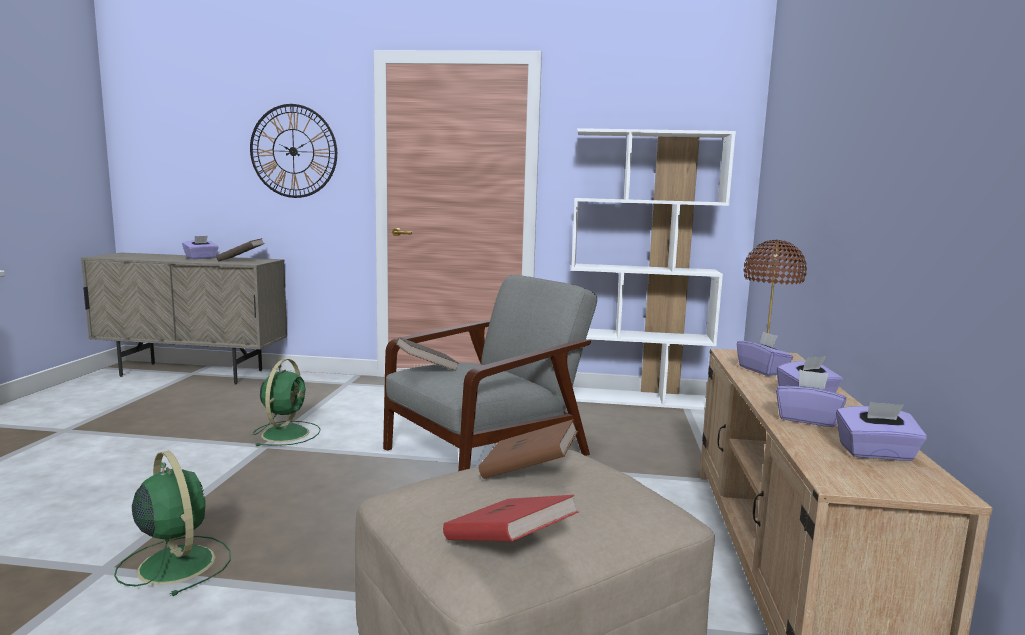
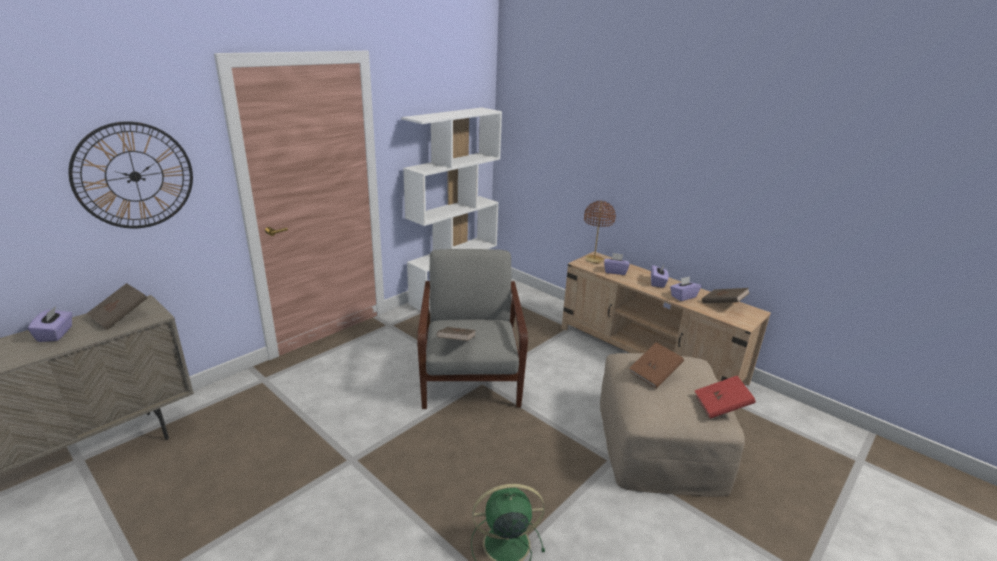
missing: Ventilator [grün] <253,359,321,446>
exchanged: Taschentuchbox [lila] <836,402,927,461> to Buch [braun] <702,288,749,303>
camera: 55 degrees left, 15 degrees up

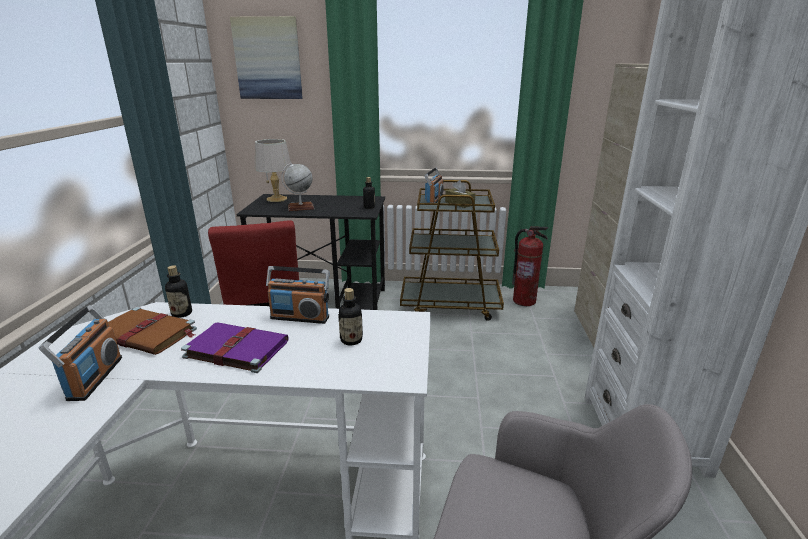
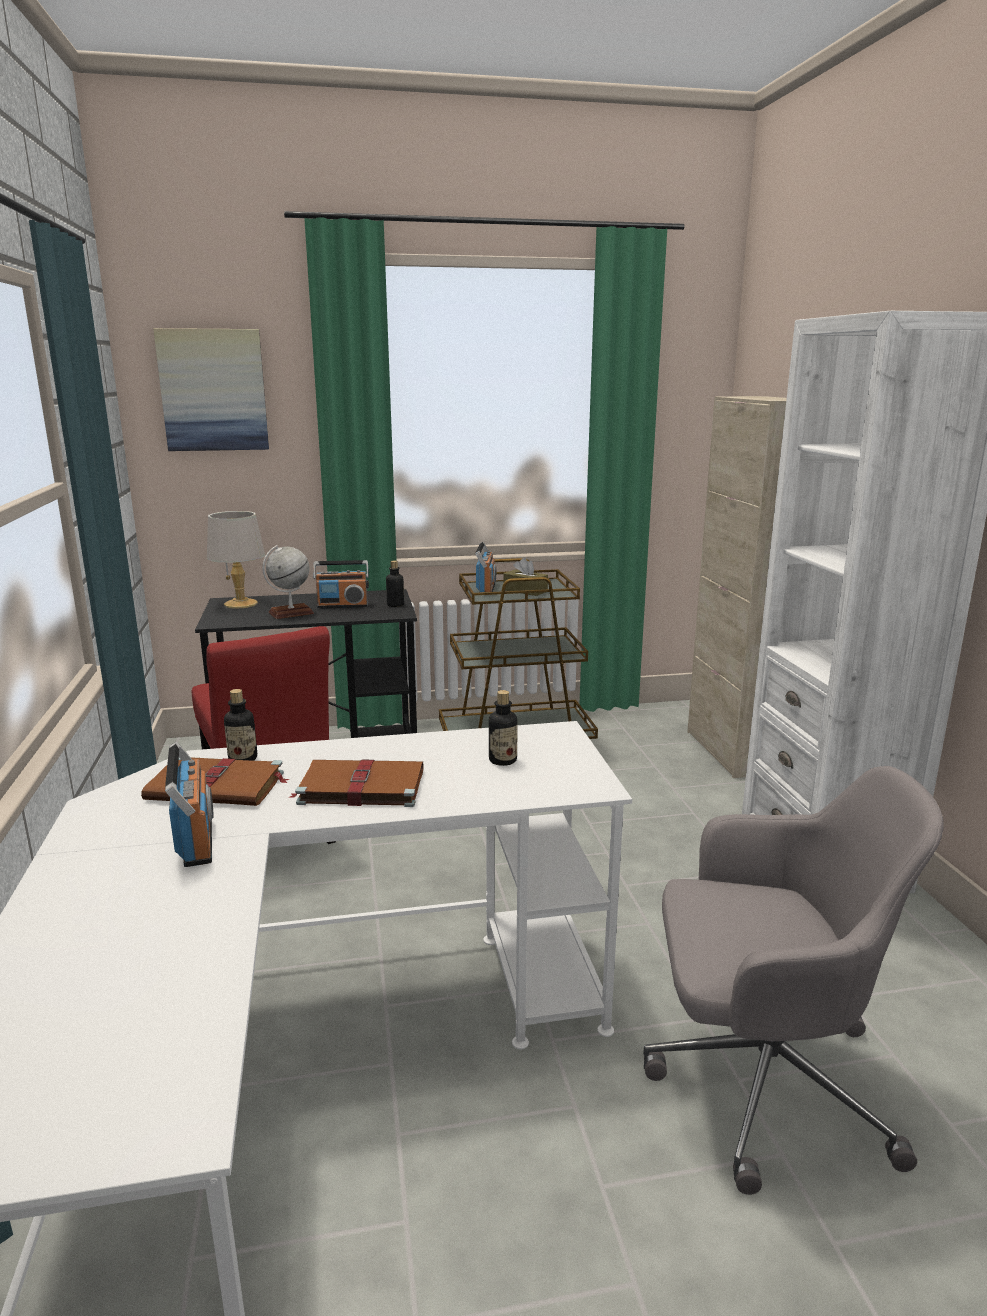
missing: Feuerlöscher <512,226,548,306>
relocated: Radio <266,266,329,324> to <313,560,369,609>
colour: Buch [lila] <181,322,289,373> to Buch [braun] <288,760,423,807>
camera: 15 degrees left, 5 degrees down

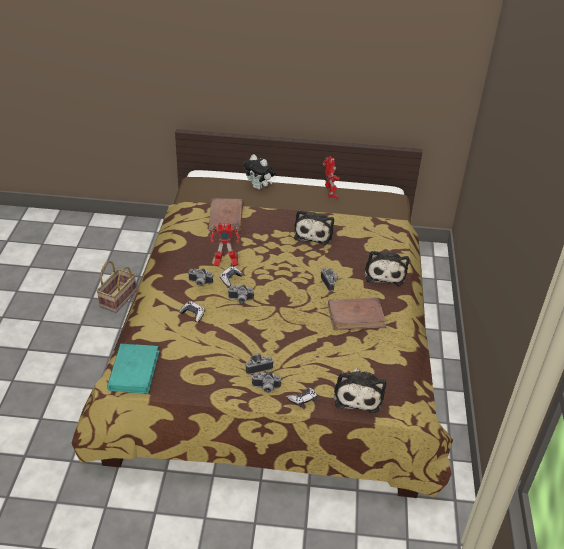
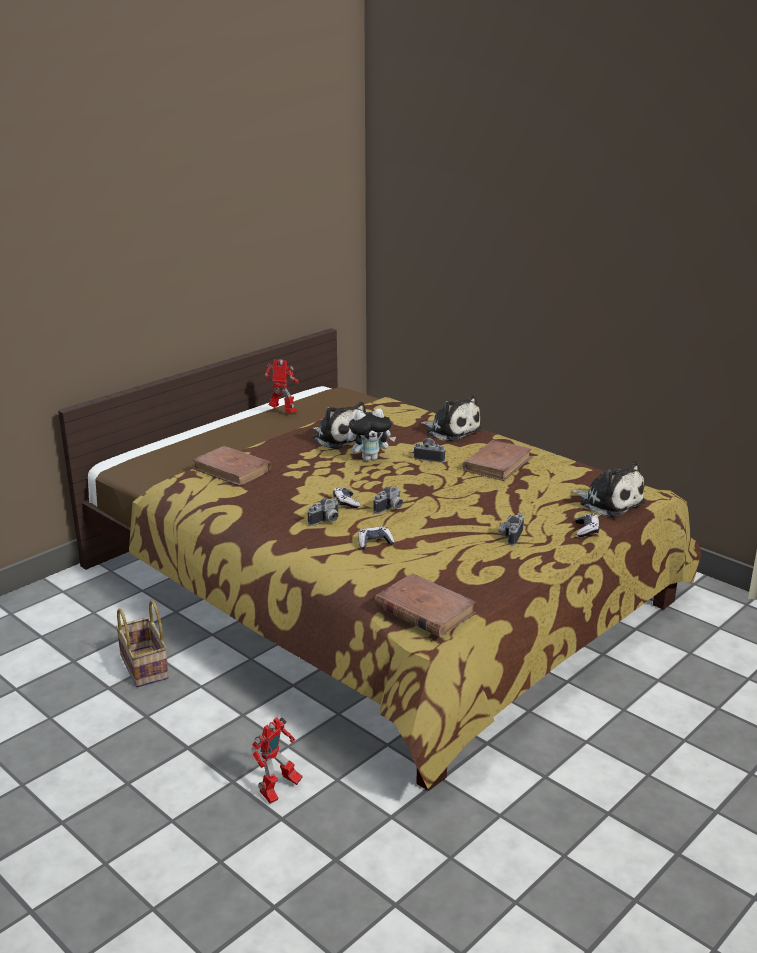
missing: Kamera <252,372,281,393>
relocated: Spielzeugroboter <210,223,240,267> to <251,717,302,804>; Plüschtier <243,154,275,190> to <348,409,396,461>
colour: Buch [türkis] <107,344,160,394> to Buch [braun] <374,573,476,637>
camera: 50 degrees left, 15 degrees down

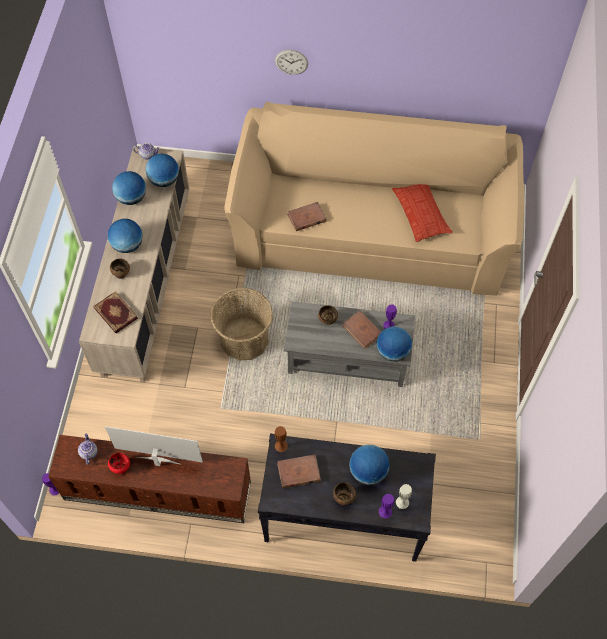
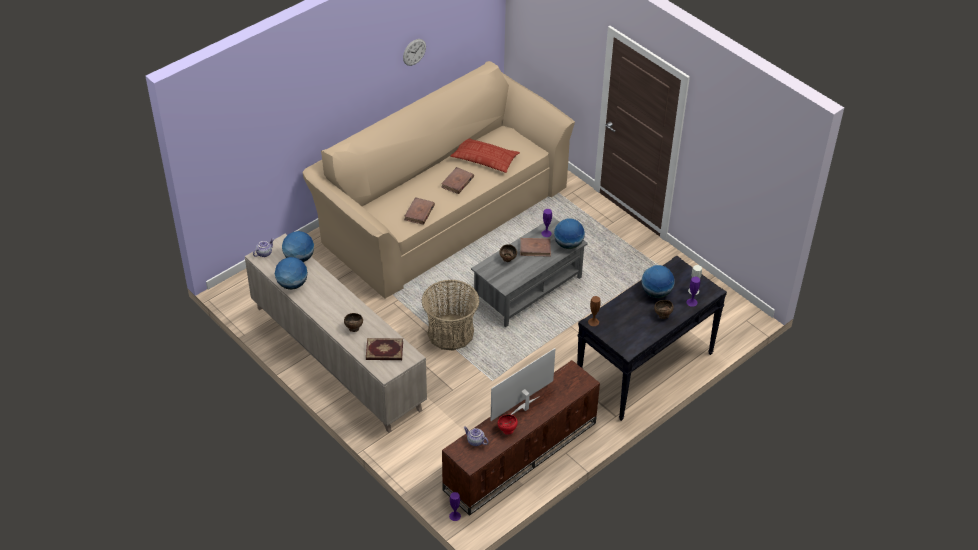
missing: Globus <108,219,143,253>
relocated: Wanduhr <275,50,308,75> to <403,39,426,66>; Buch [braun] <277,454,321,488> to <441,167,474,194>
camera: 50 degrees left, 15 degrees down

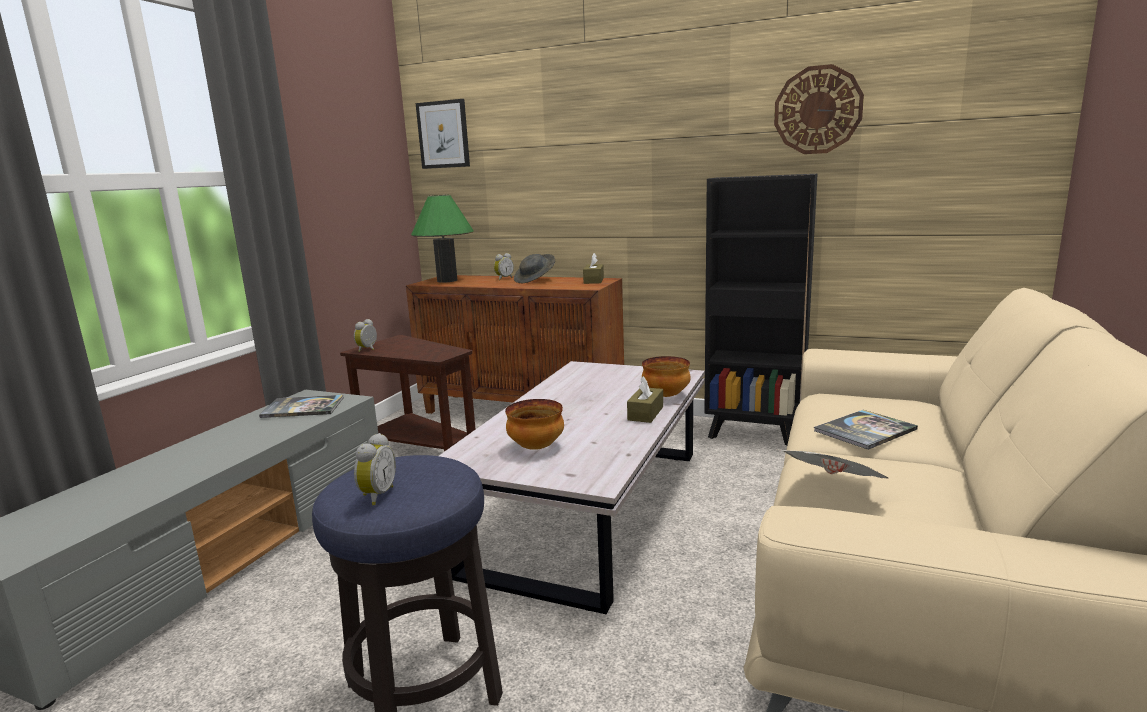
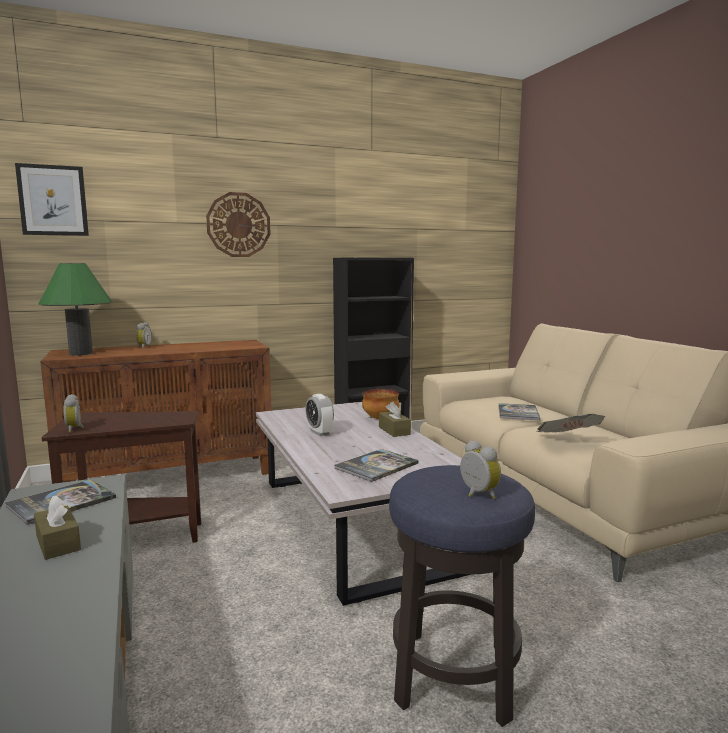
missing: Hut [grau] <514,254,555,283>
appeared: Wecker <305,394,334,436>
relocated: Taschentuchbox [braun] <583,253,604,284> to <34,495,81,560>; Wanduhr <774,64,864,154> to <206,192,270,257>
exchanged: Schüssel <505,399,564,450> to Buch <334,449,419,482>
camera: 45 degrees left, 5 degrees down

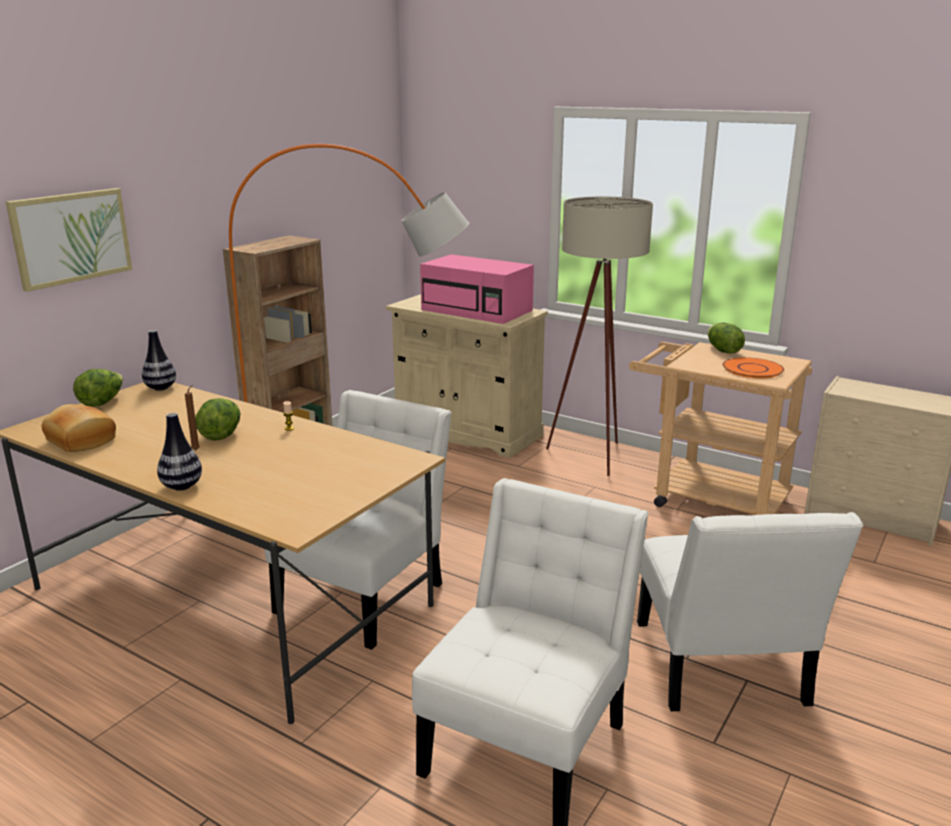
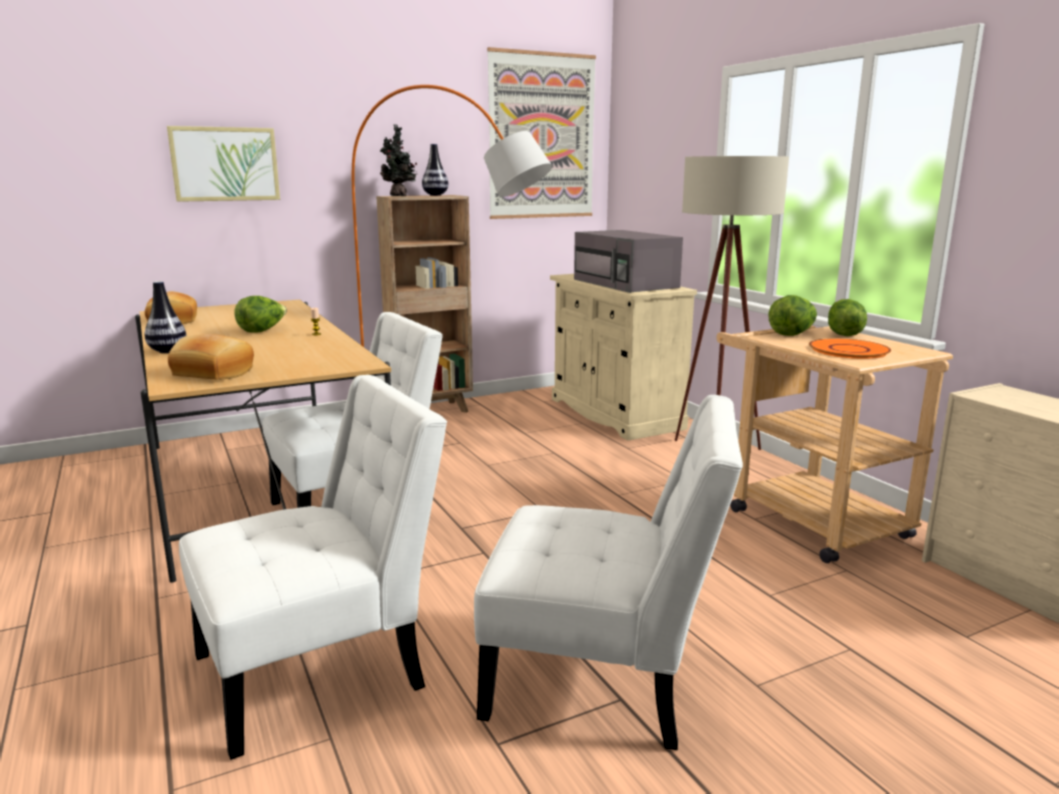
missing: Kerze [braun] <185,385,200,450>
appeared: Brot <168,334,254,380>; Topfpflanze <380,124,417,196>; Bild <487,47,596,219>
relocated: Vase <142,330,176,391> to <422,144,448,196>; Salatkopf <73,369,123,407> to <768,295,817,336>
colour: Mikrowelle [rosa] <420,254,534,324> to Mikrowelle [grau] <574,230,683,293>
spun: Stuhl [weiß] <637,512,863,711> = <474,395,743,750> 105 degrees counterclockwise
camera: 30 degrees right, 5 degrees down

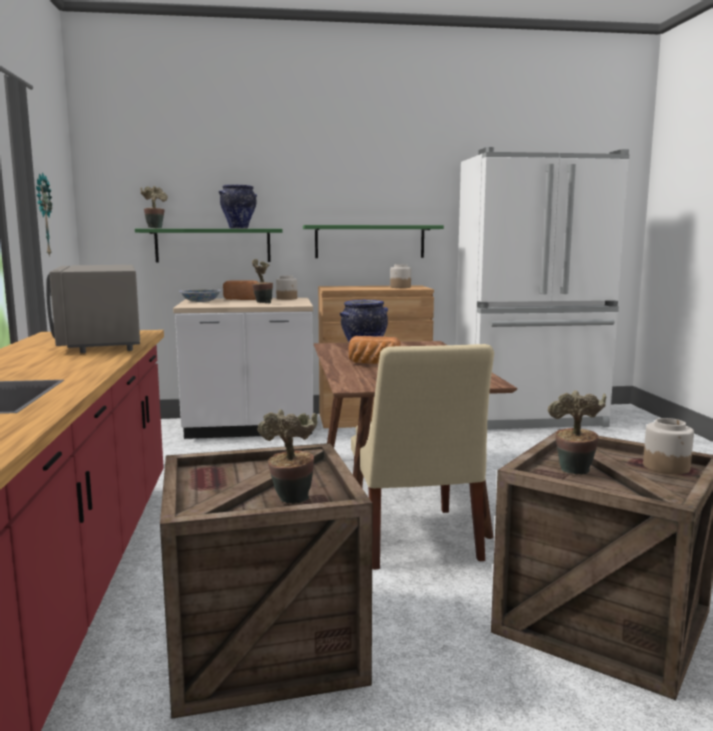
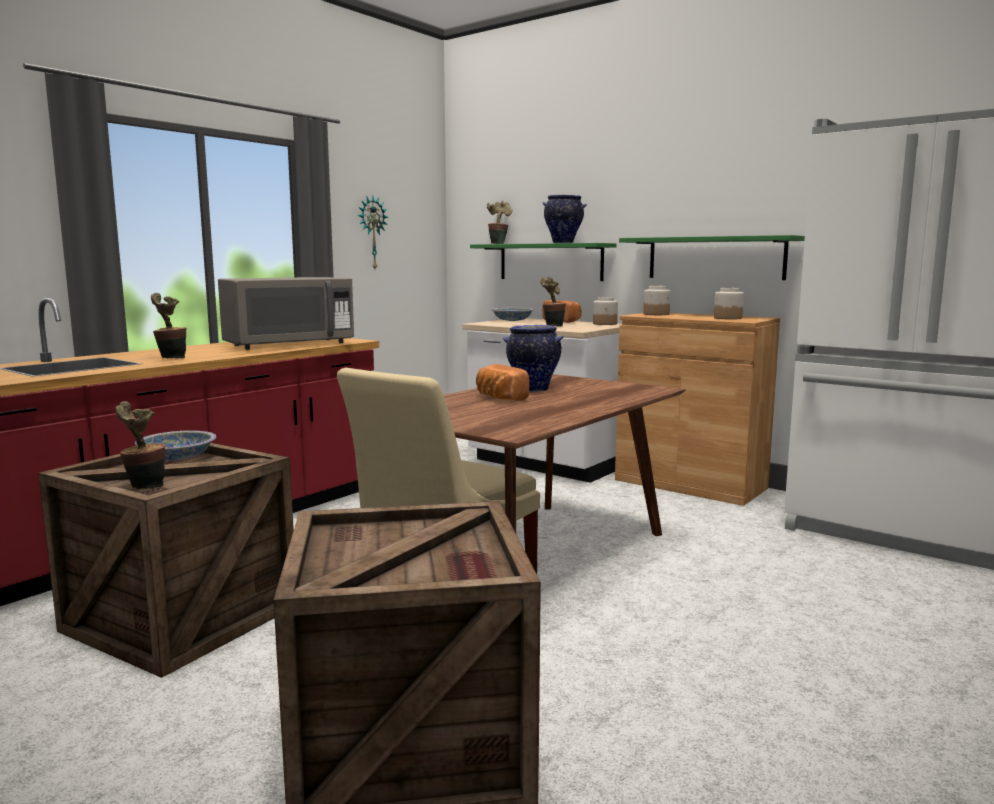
appeared: Schüssel <135,431,216,461>
relocated: Topfpflanze <548,390,607,474> to <151,293,186,359>; Vorratsglas <643,418,694,474> to <643,286,671,315>
spun: Mikrowelle [grau] <46,265,140,353> = <218,277,354,350> 150 degrees counterclockwise
camera: 45 degrees right, 0 degrees up

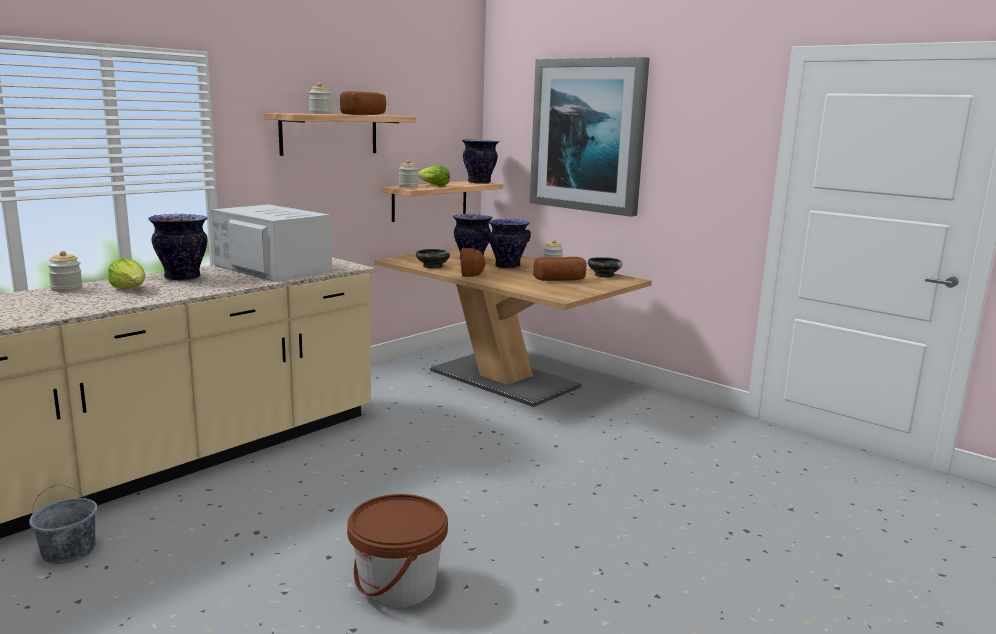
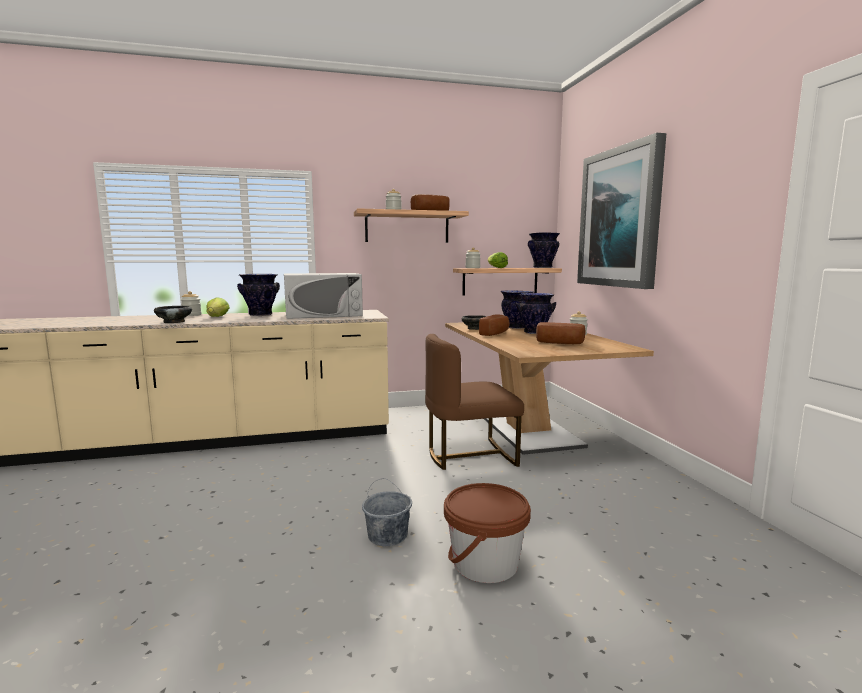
appeared: Stuhl [braun] <425,334,524,470>
relocated: Schüssel [schwarz] <588,257,623,277> to <154,306,192,323>; Eimer [grau] <29,485,98,564> to <362,478,412,546>; Eimer [braun] <347,494,448,608> to <444,483,531,583>
spun: Mikrowelle [weiß] <211,204,332,282> = <284,273,363,319> 90 degrees clockwise
camera: 35 degrees right, 5 degrees down

